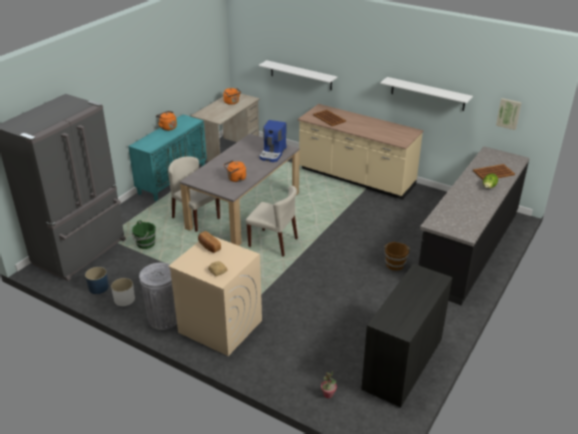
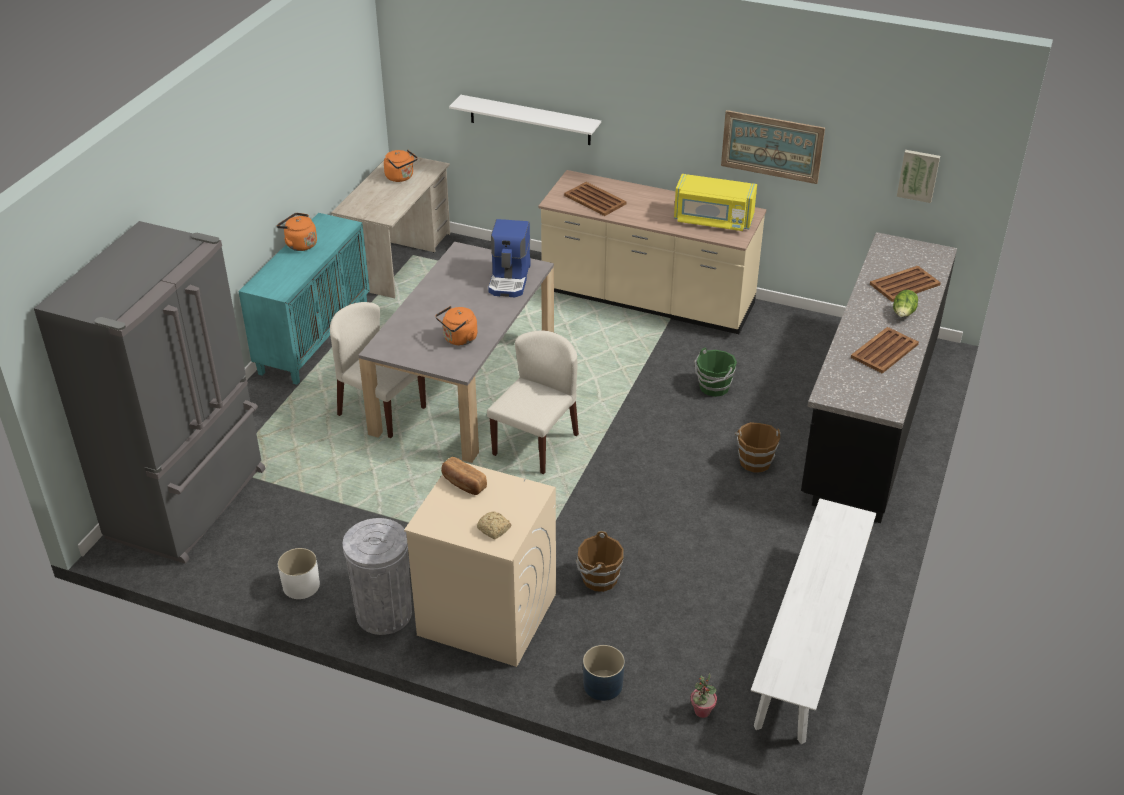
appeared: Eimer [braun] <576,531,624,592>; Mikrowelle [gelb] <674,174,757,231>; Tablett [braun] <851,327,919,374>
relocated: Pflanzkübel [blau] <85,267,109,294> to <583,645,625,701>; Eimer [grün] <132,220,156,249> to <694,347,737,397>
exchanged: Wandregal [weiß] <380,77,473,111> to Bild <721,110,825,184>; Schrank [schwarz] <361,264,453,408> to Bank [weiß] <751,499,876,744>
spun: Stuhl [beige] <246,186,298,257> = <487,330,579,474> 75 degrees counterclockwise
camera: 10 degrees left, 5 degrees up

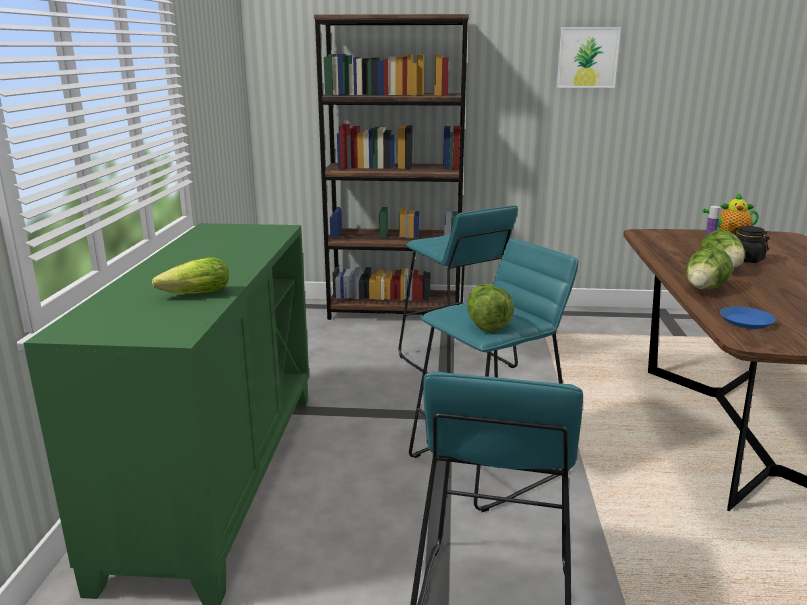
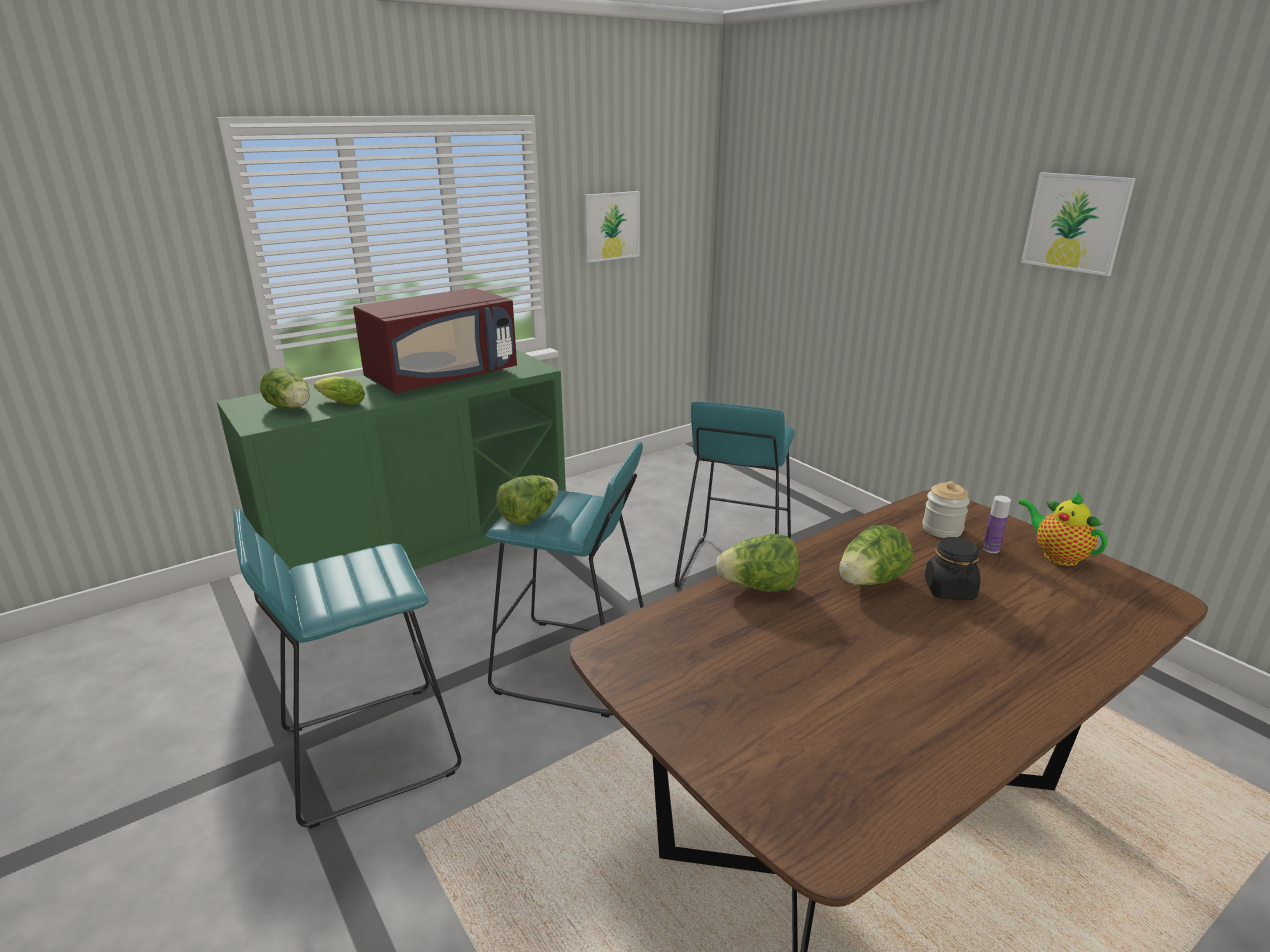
missing: Bücherregal [braun] <314,14,469,320>; Teller [blau] <720,307,776,329>
appeared: Salatkopf <260,367,310,408>; Mikrowelle [rot] <353,288,517,393>; Bild <584,191,640,263>; Vorratsglas <922,481,970,538>
camera: 50 degrees right, 5 degrees up

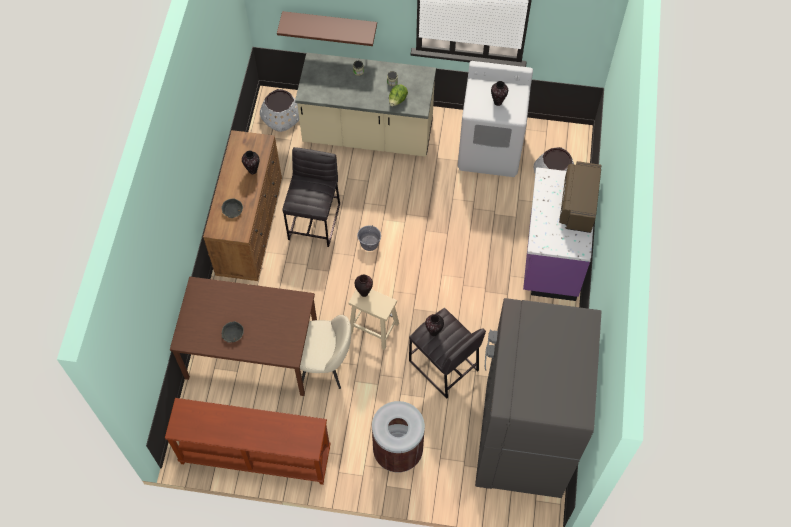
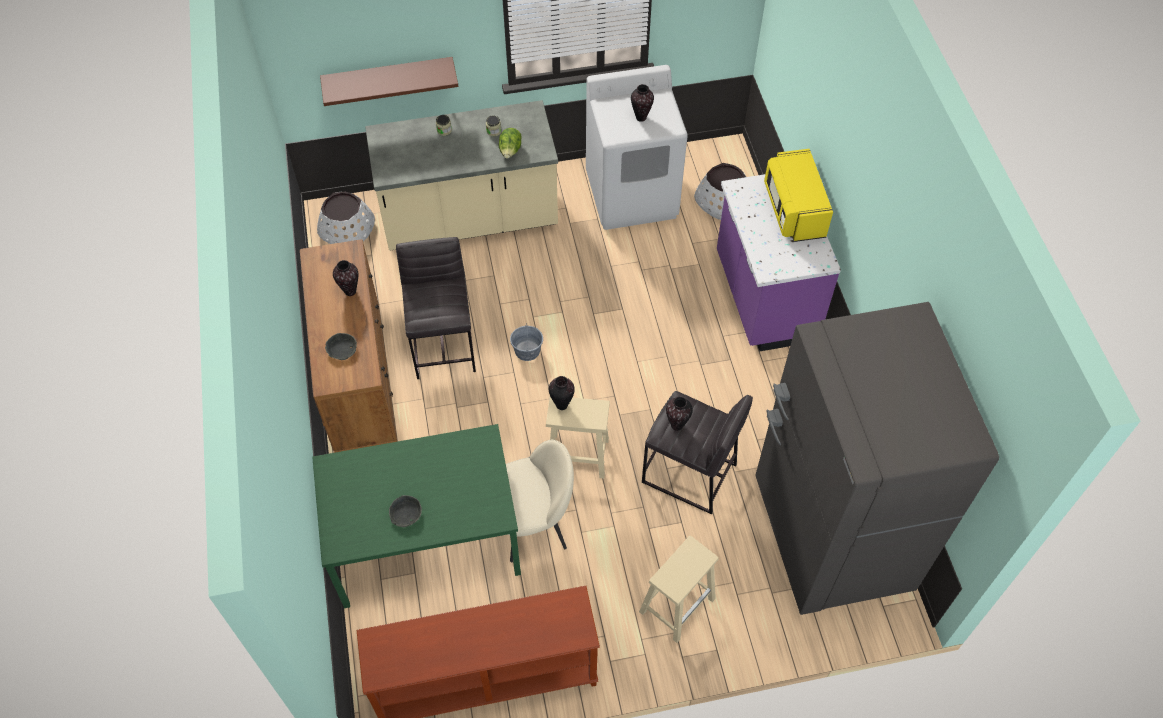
exchanged: Mülleimer [braun] <372,401,425,472> to Hocker [beige] <639,536,719,643>
colour: Esstisch [braun] <170,276,317,396> to Esstisch [grün] <312,424,521,608>; Mikrowelle [braun] <559,161,602,233> to Mikrowelle [gelb] <764,149,833,242>
camera: 20 degrees left, 5 degrees down

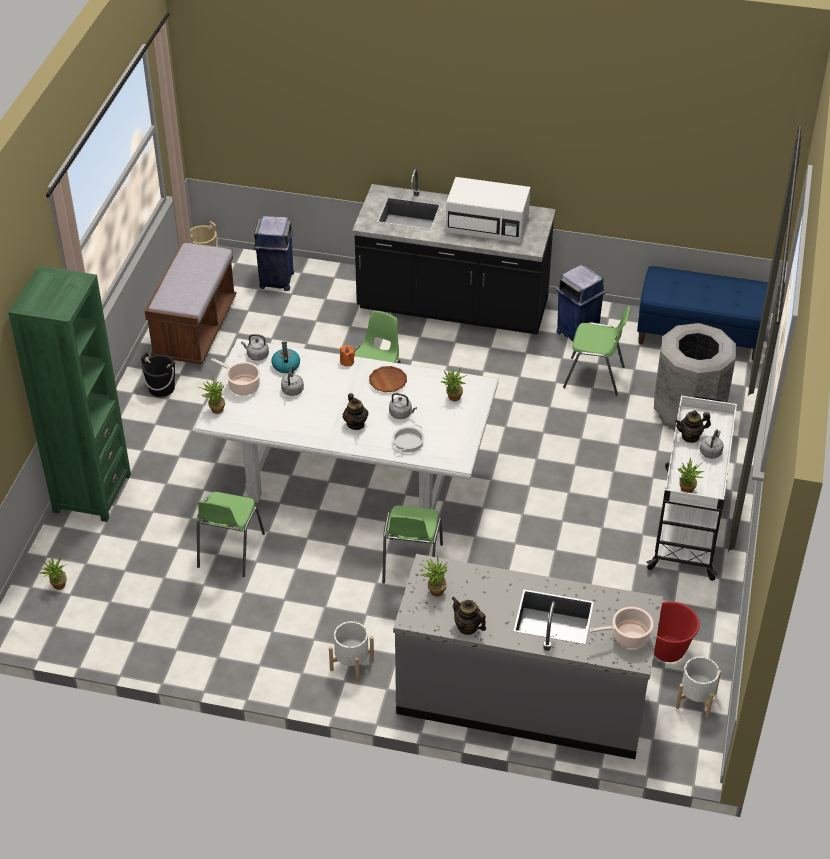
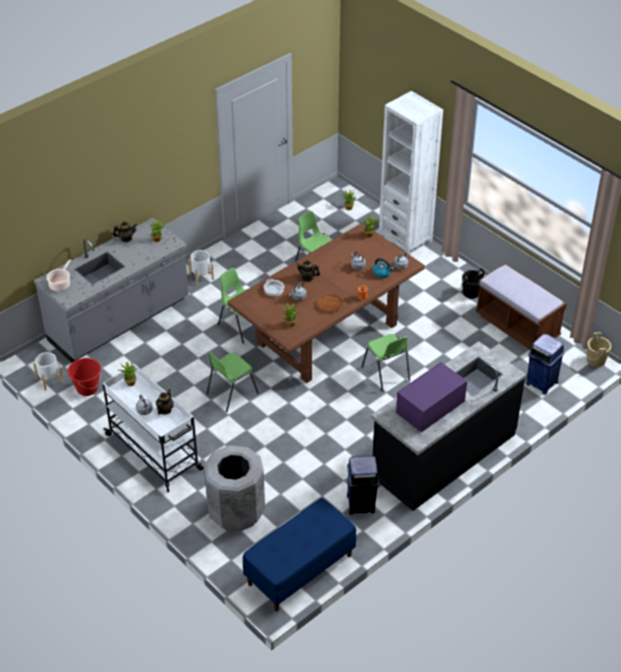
missing: Kochtopf <211,358,260,395>
relocated: Stuhl [grün] <563,306,630,396> to <206,351,259,412>
colour: Esstisch [weiß] <194,338,498,510> to Esstisch [braun] <227,223,425,383>; Bücherregal [grün] <8,266,131,522> to Bücherregal [weiß] <379,91,443,255>; Mikrowelle [weiß] <446,177,530,242> to Mikrowelle [lila] <396,362,467,432>
camera: 125 degrees right, 0 degrees up

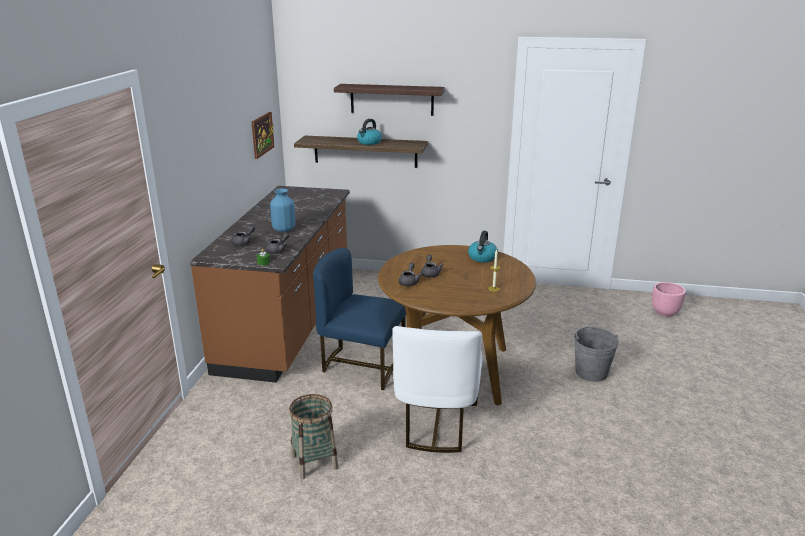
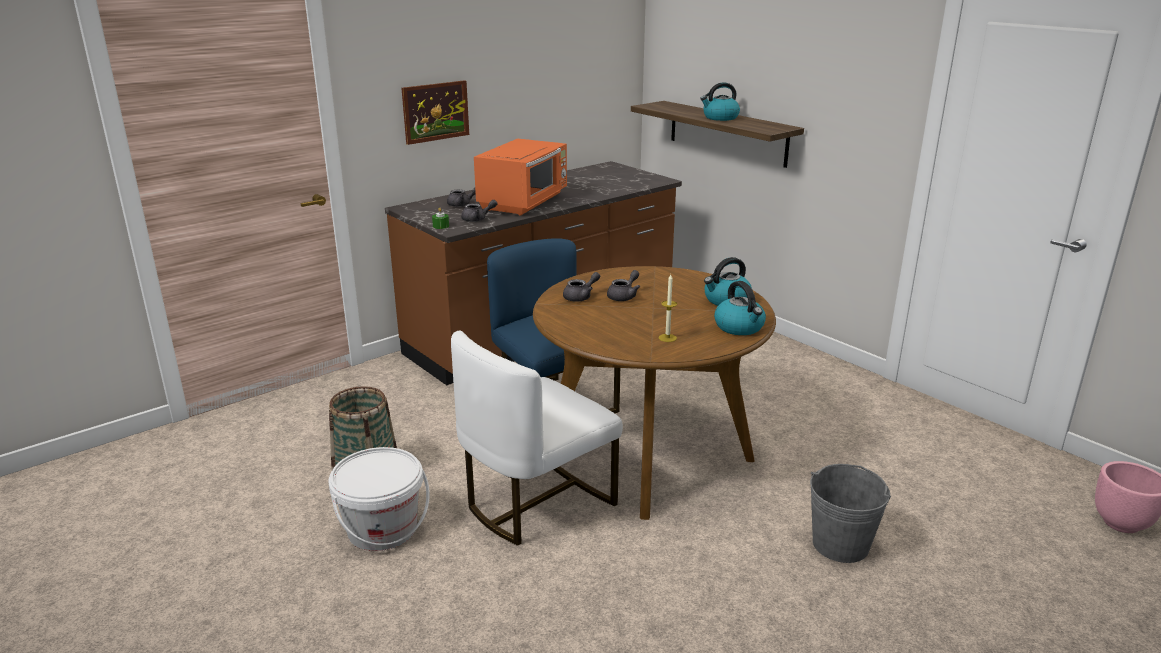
missing: Wandregal <334,84,445,116>
appeared: Eimer [weiß] <329,447,430,551>; Wasserkessel <714,281,766,335>
relocated: Bild <252,112,274,159> to <402,80,469,145>
exchanged: Vase [blau] <270,189,295,232> to Mikrowelle [orange] <474,138,567,216>
camera: 40 degrees right, 0 degrees up

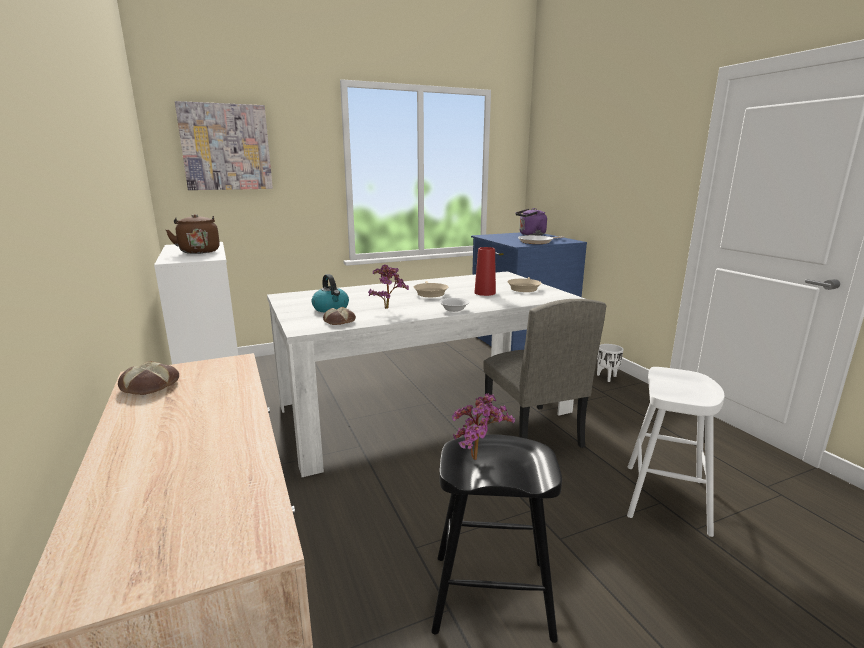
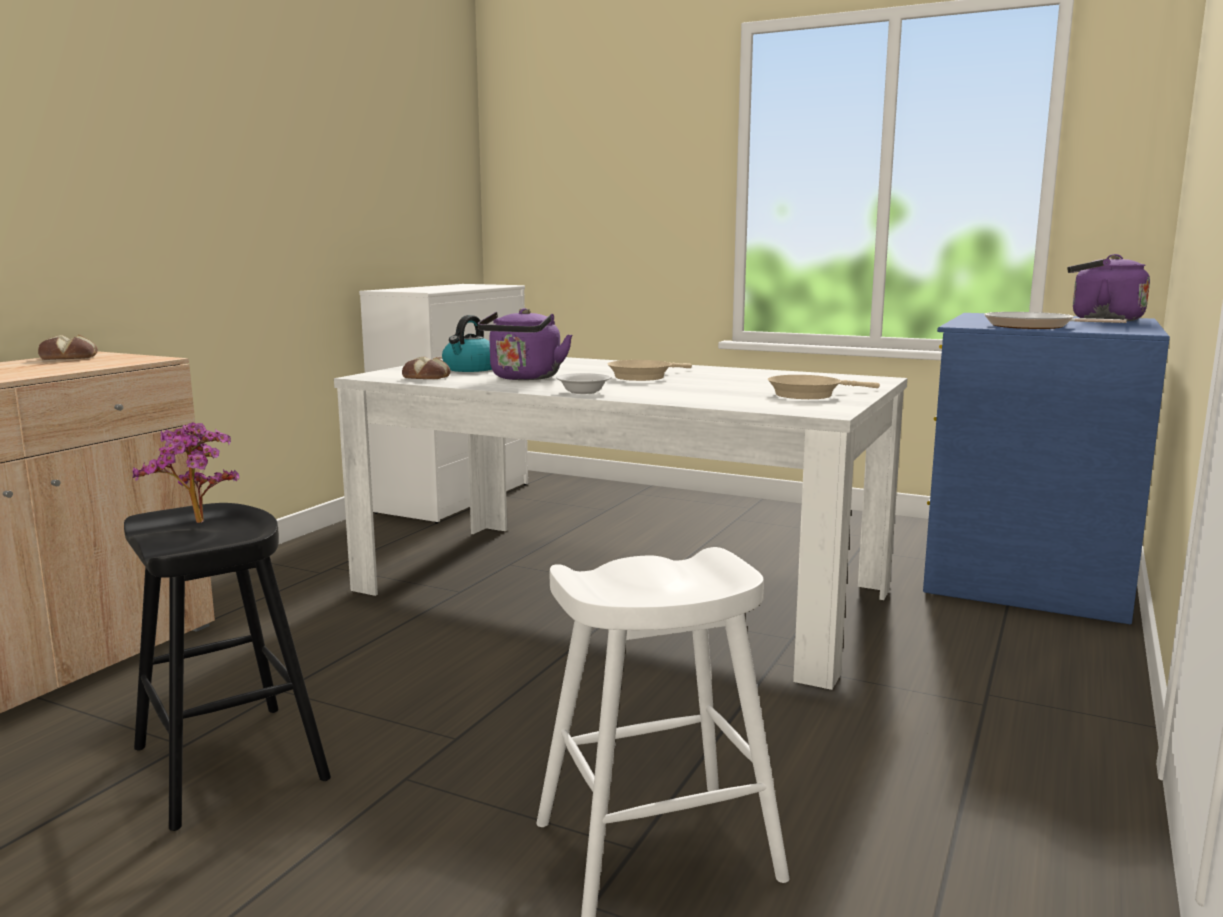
missing: Wasserkessel [braun] <165,214,220,254>; Bild <175,101,273,190>; Vase [rot] <474,247,496,296>; Stuhl [beige] <483,299,606,448>; Pflanzkübel [weiß] <597,344,623,382>
exchanged: Topfpflanze <368,264,409,309> to Wasserkessel [lila] <478,308,572,380>
camera: 50 degrees right, 5 degrees down

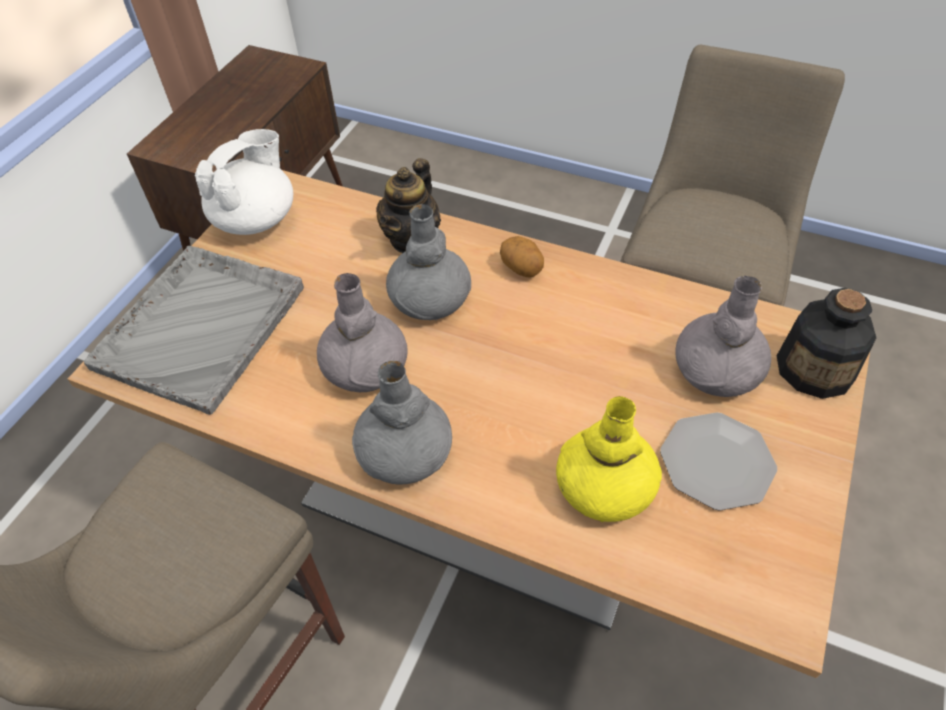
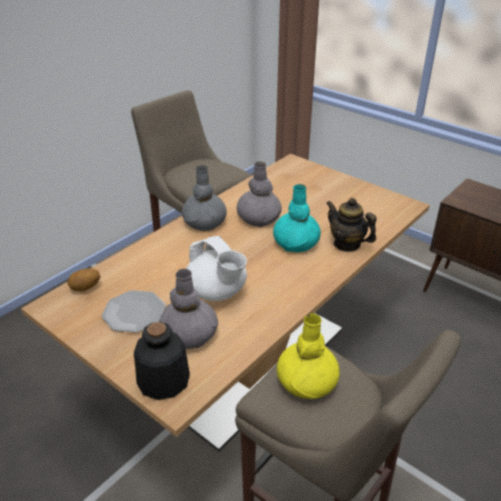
missing: Tablett [grau] <84,246,304,415>
relocated: Kartoffel <500,236,544,277> to <68,268,100,291>; Teekanne [weiß] <195,129,293,235> to <186,236,247,301>; Vase [gelb] <556,396,662,522> to <277,313,340,399>
colour: Vase [grau] <386,204,471,320> to Vase [türkis] <273,184,321,252>
camera: 105 degrees right, 15 degrees down

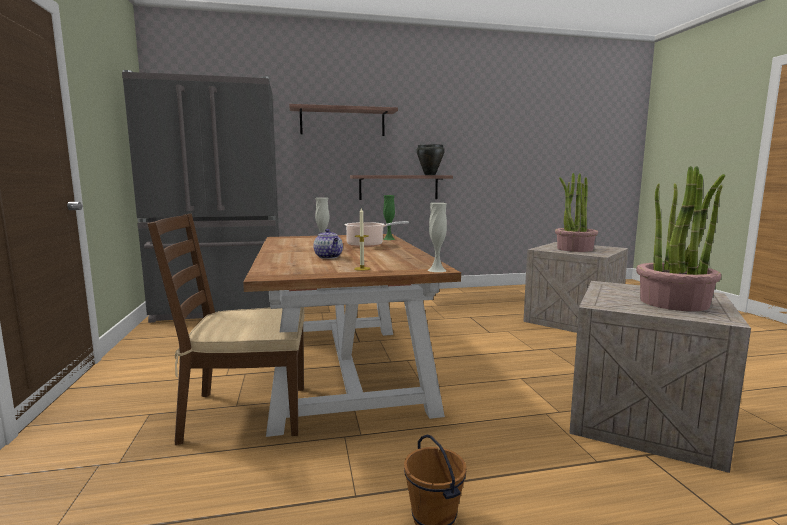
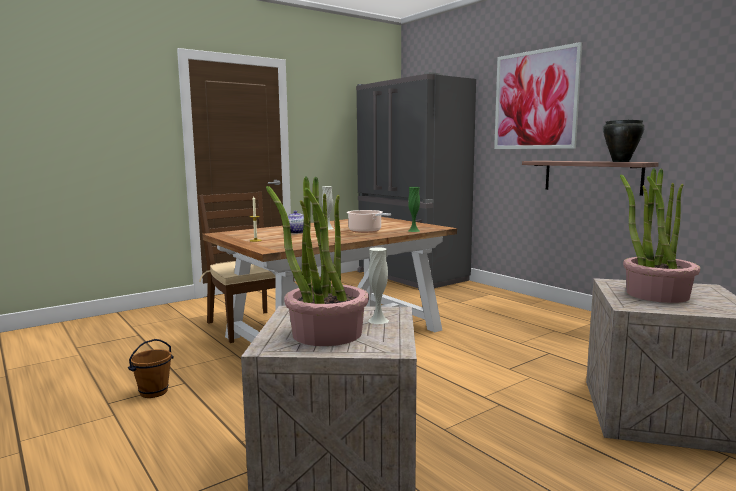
relocated: Vase [weiß] <427,203,447,272> to <368,247,389,324>
exchanged: Wandregal <289,104,398,136> to Bild <494,42,582,149>
camera: 65 degrees right, 0 degrees up

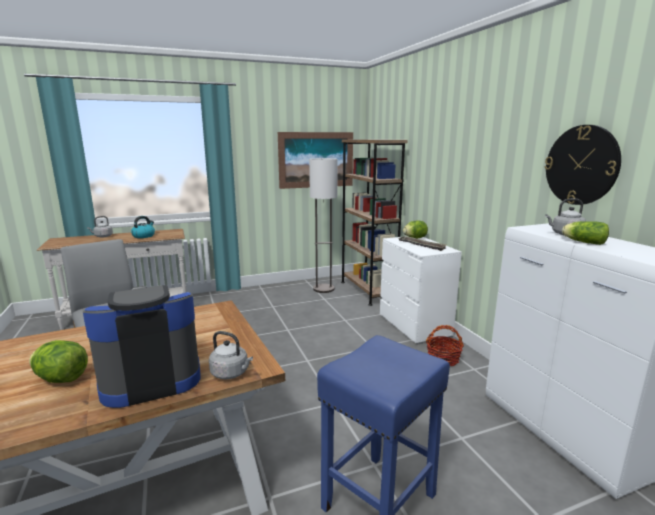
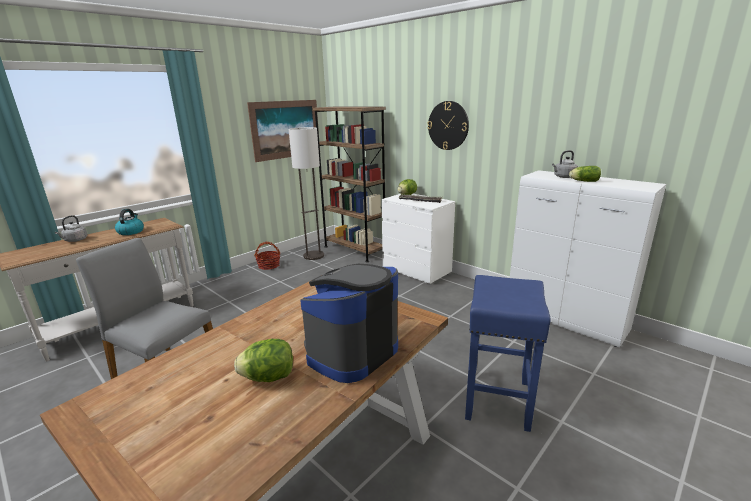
missing: Wasserkessel [grau] <209,331,253,379>
relocated: Korb <426,325,464,366> to <254,242,280,270>; Wanduhr <545,125,621,205> to <428,101,469,150>
camera: 25 degrees left, 5 degrees up

